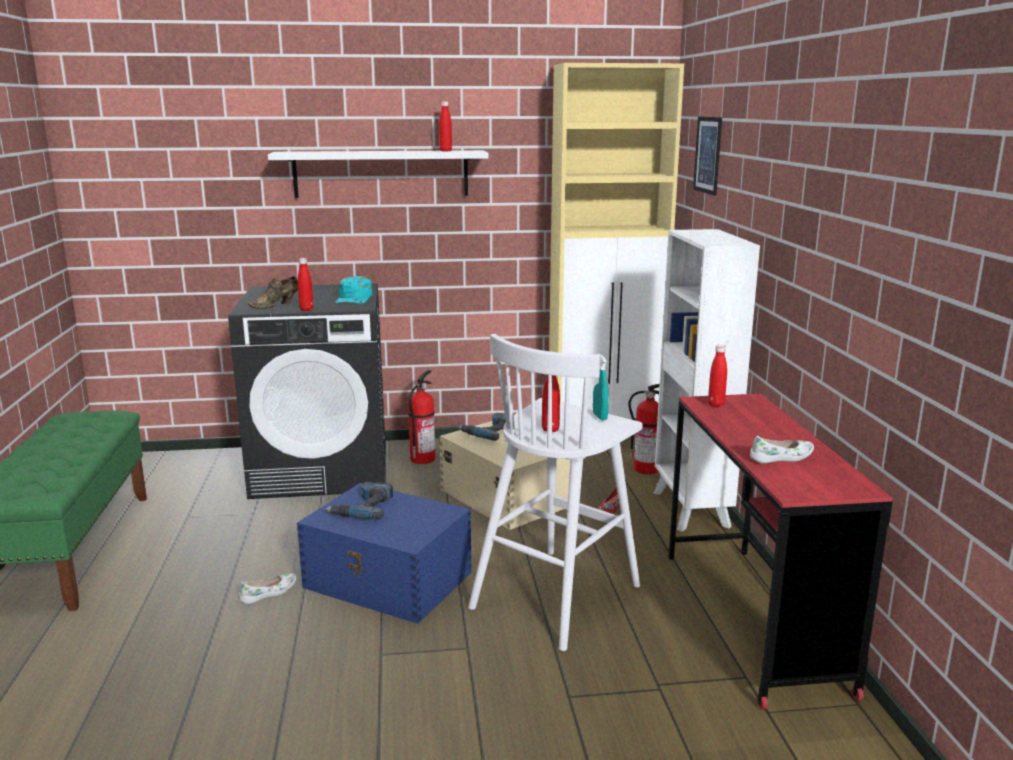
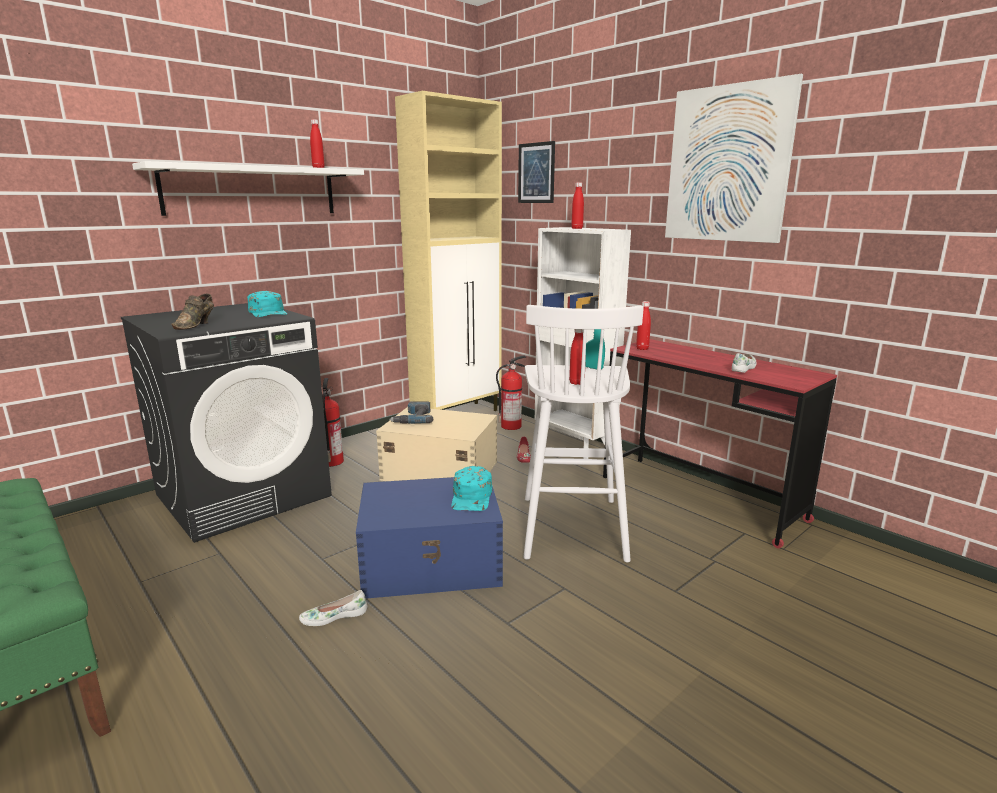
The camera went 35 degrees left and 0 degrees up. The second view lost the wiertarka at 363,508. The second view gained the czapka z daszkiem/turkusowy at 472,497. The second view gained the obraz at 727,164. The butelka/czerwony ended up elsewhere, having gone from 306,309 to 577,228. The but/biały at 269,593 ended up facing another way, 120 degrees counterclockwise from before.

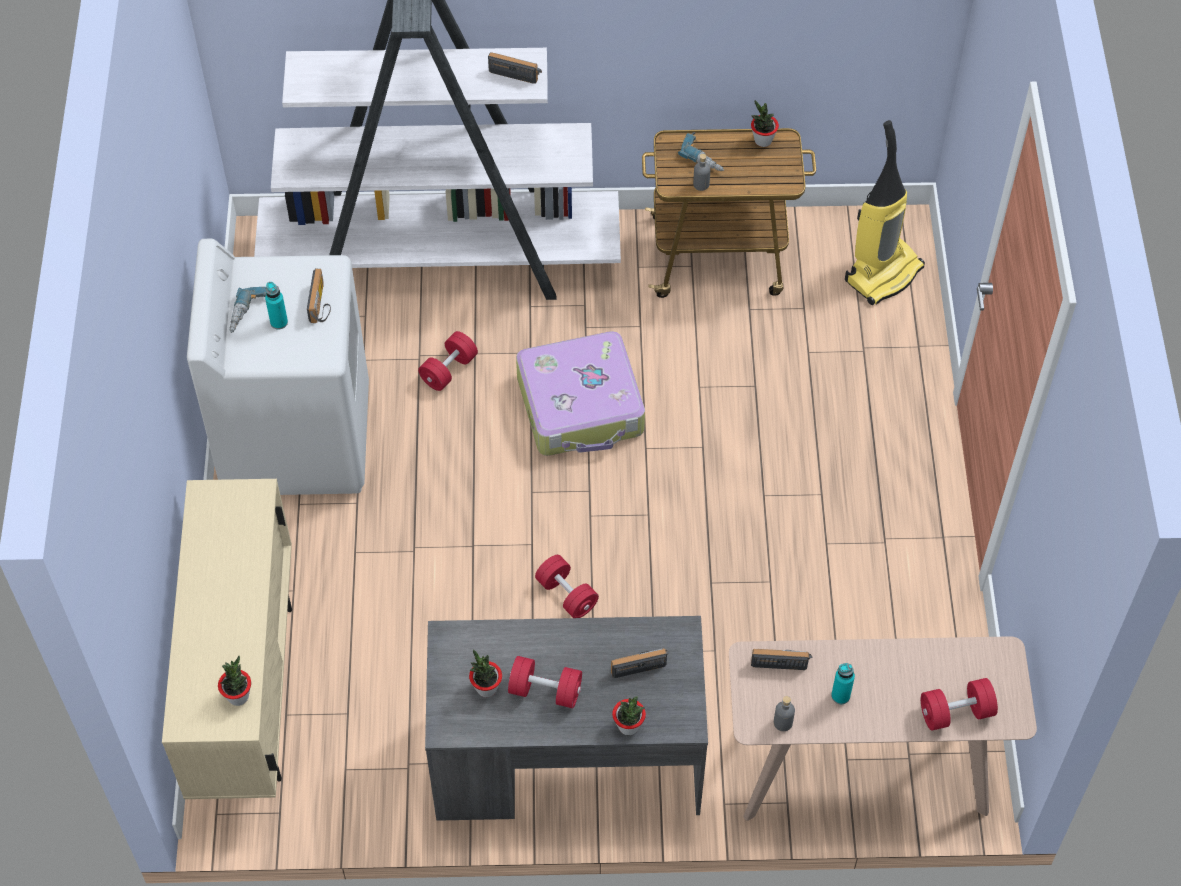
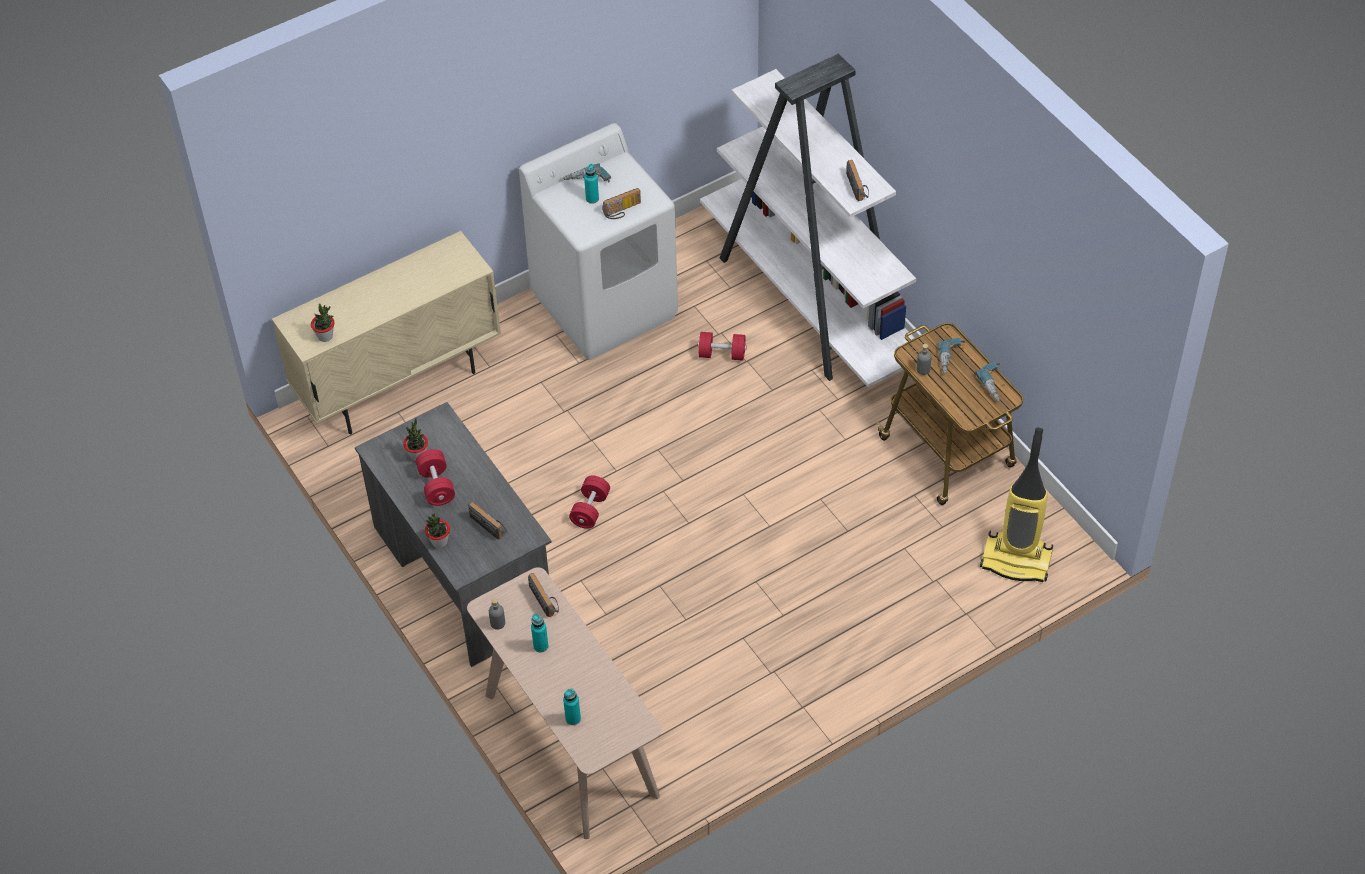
The camera went 60 degrees right and 5 degrees down. The second view lost the walizka at 581,406. Where the roślina doniczkowa stood at 763,140, the wiertarka came to stand at 995,385. Where the hantel/czerwony stood at 956,712, the butelka/turkusowy came to stand at 573,718.

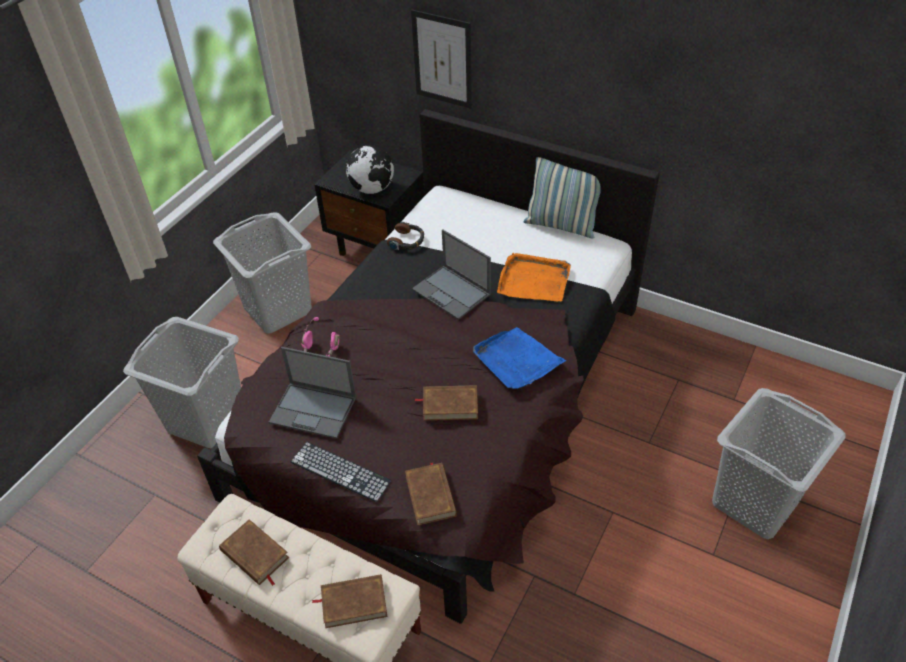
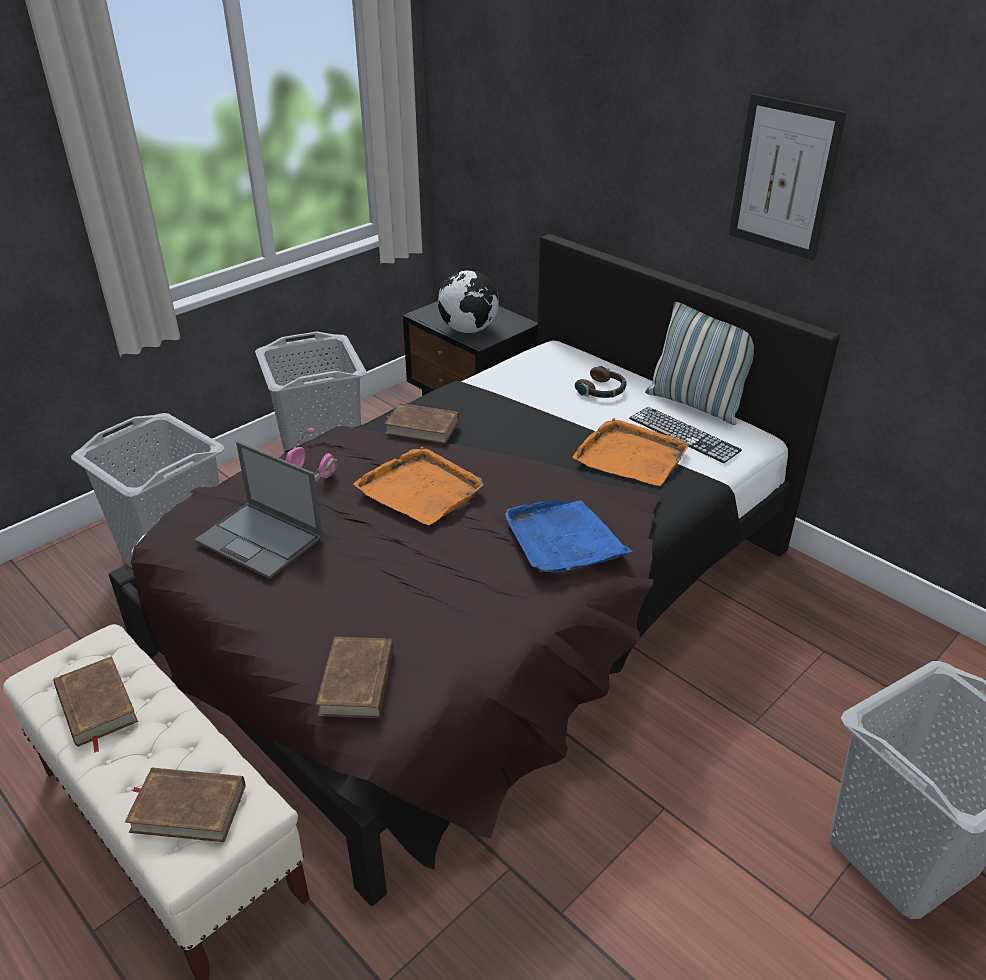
The camera went 15 degrees right and 10 degrees down. The second view lost the laptop at 452,292. The second view gained the taca/pomarańczowy at 421,489. The klawiatura ended up elsewhere, having gone from 340,471 to 684,434. The słuchawki ended up elsewhere, having gone from 407,241 to 602,390. The obraz ended up elsewhere, having gone from 442,59 to 784,177. The książka/brązowy ended up elsewhere, having gone from 450,405 to 422,427.

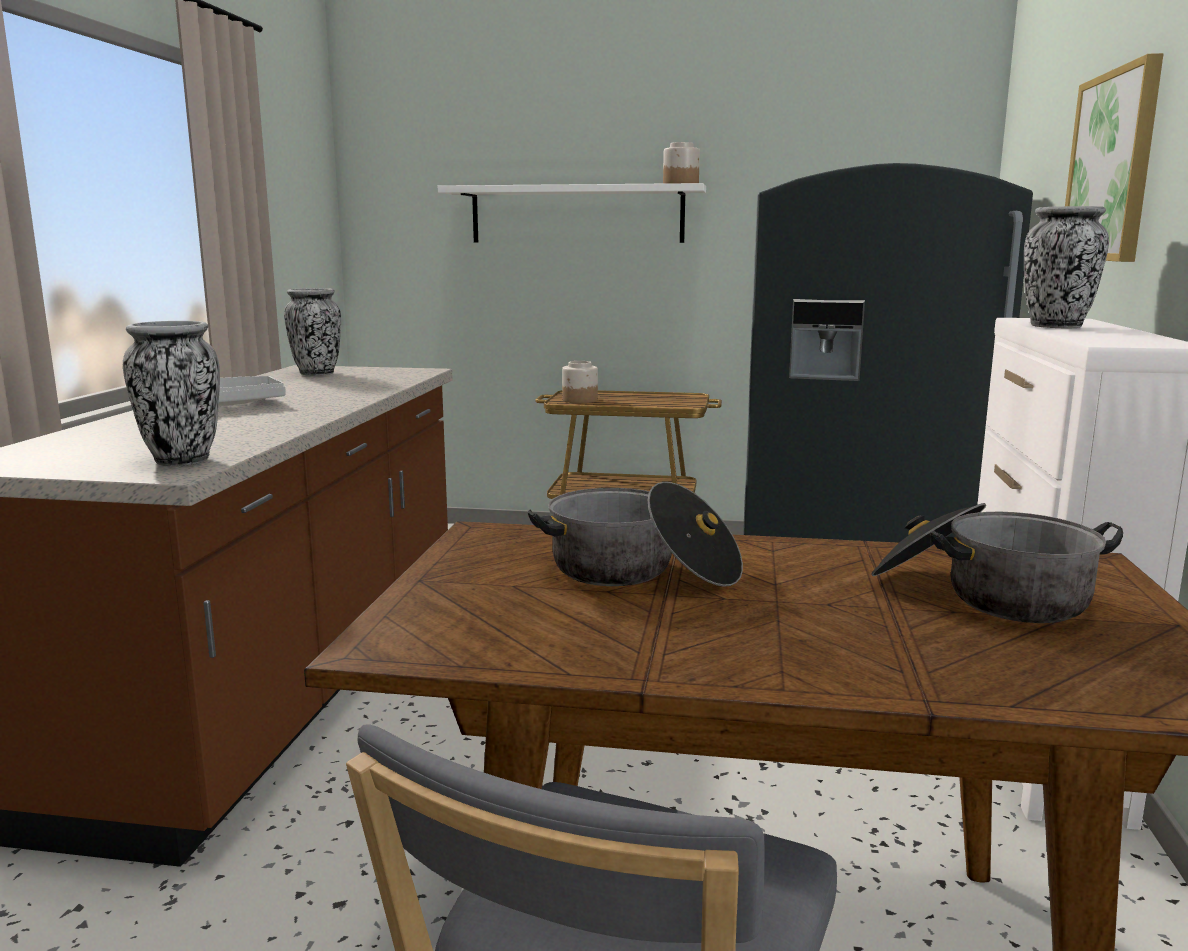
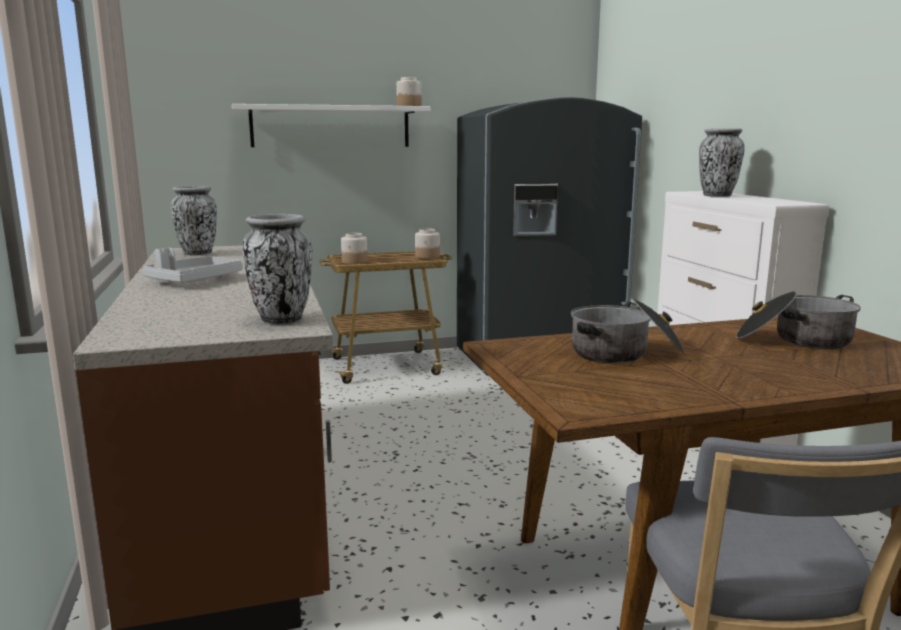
The camera went 25 degrees left and 0 degrees up. The second view lost the obraz at 1112,167. The second view gained the słoik at 427,256.

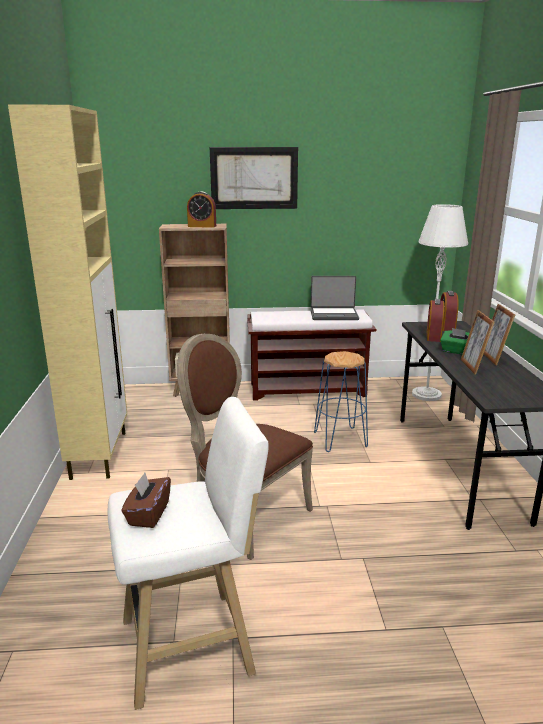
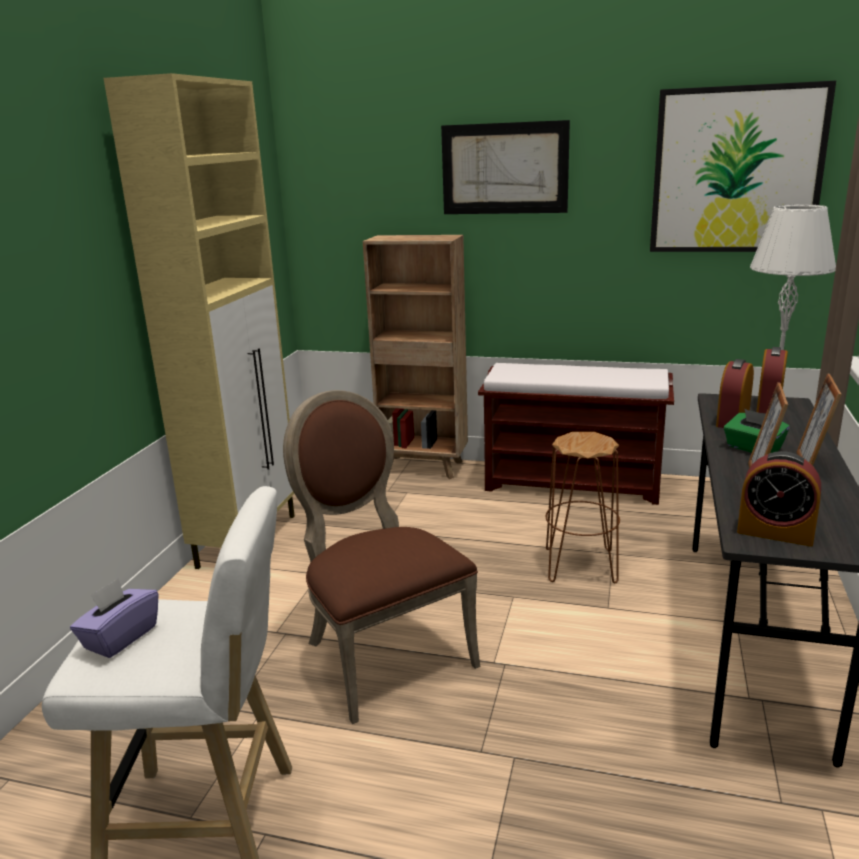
The camera went 20 degrees right and 0 degrees up. The second view lost the laptop at 334,315. The second view gained the obraz at 736,171. The budzik ended up elsewhere, having gone from 202,226 to 775,533. What was the pudełko chusteczek/brązowy at 148,514 turned into the pudełko chusteczek/fioletowy at 120,637. What was the stołek/niebieski at 340,439 turned into the stołek/brązowy at 580,565.

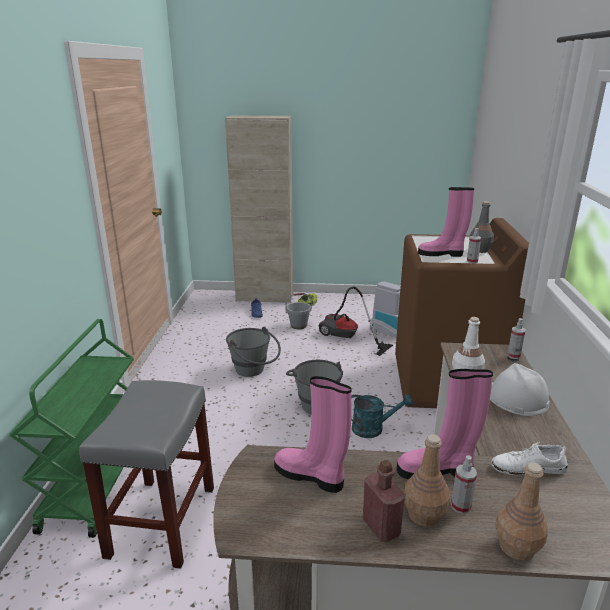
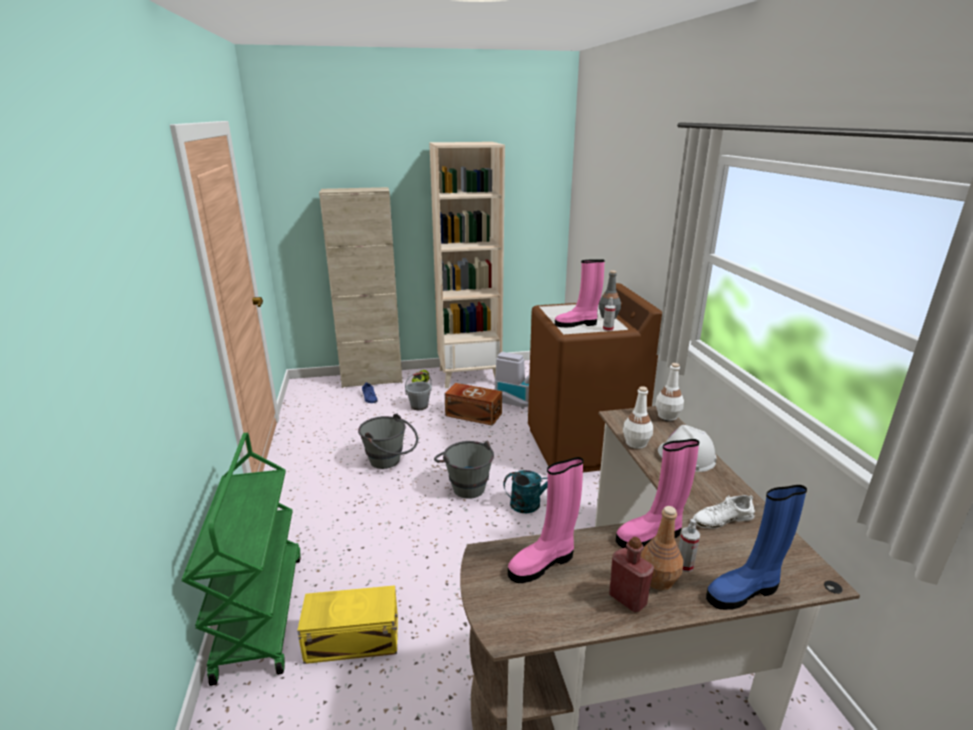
The camera went 15 degrees left and 0 degrees up. The second view gained the regał/beżowy at 469,376. Where the stołek/szary stood at 162,520, the pojemnik do przechowywania/żółty came to stand at 351,638. Where the odkurzacz stood at 346,339, the pojemnik do przechowywania/brązowy came to stand at 473,414. Where the butelka/brązowy stood at 517,547, the but z cholewką/niebieski came to stand at 744,592. Where the spryskiwacz stood at 513,355, the butelka/biały came to stand at 667,416. The but z cholewką/różowy at 311,476 ended up facing another way, 45 degrees counterclockwise from before.

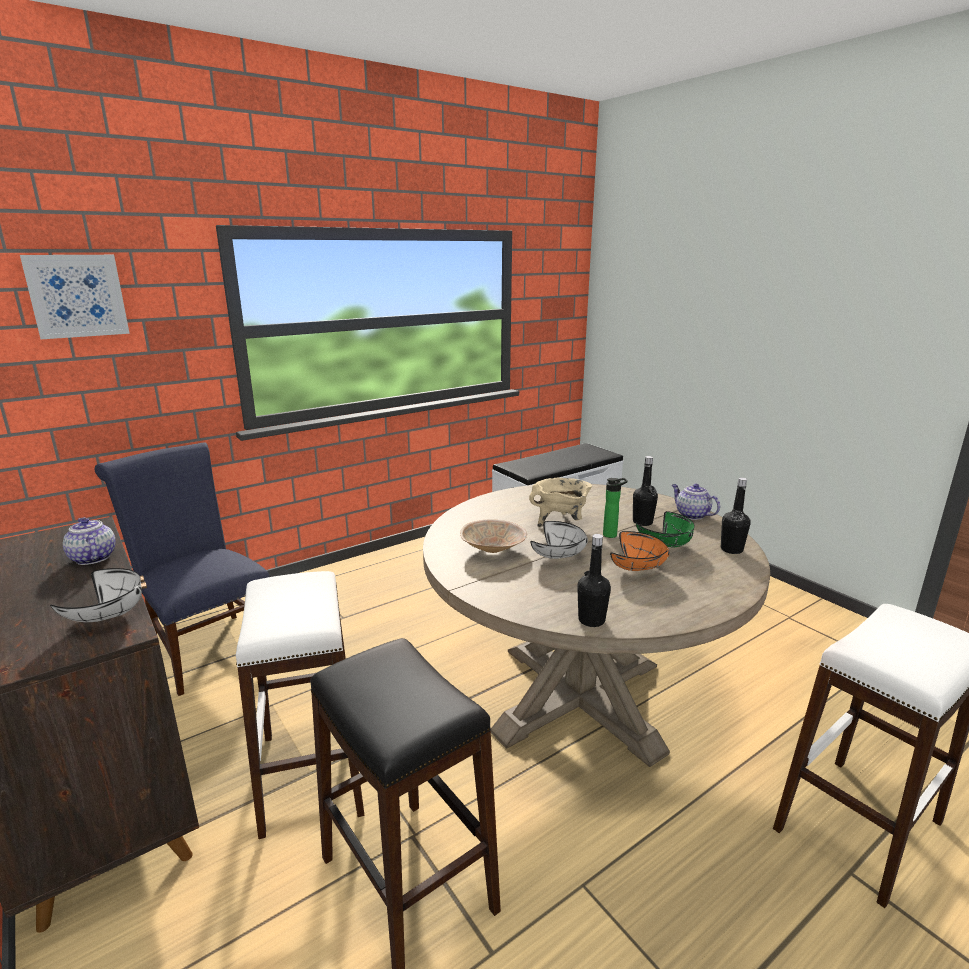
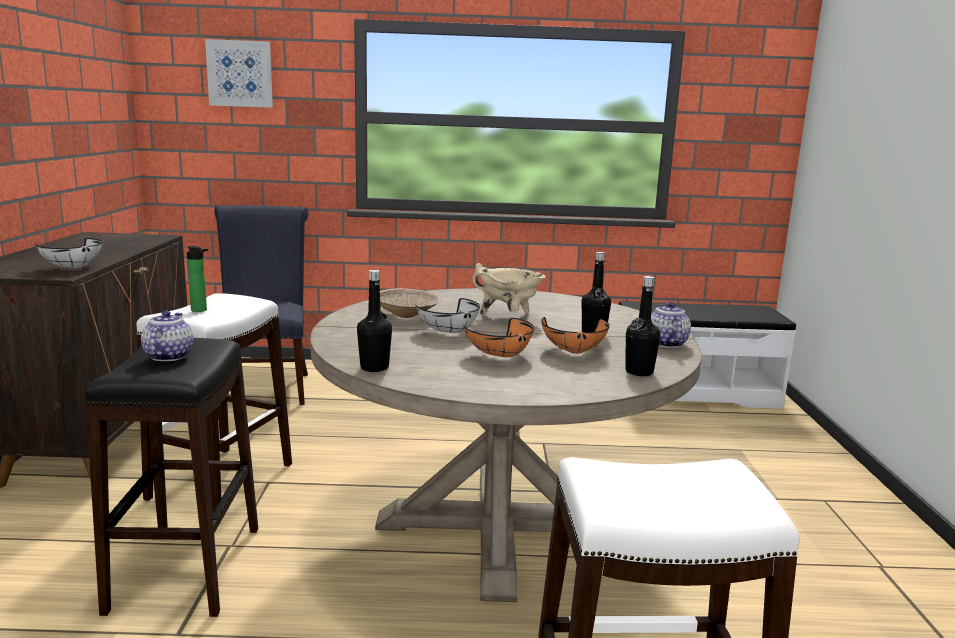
The camera went 35 degrees right and 5 degrees down. The imbryk ended up elsewhere, having gone from 92,558 to 168,356. The butelka ended up elsewhere, having gone from 612,535 to 201,310. What was the miska/zielony at 668,545 turned into the miska/pomarańczowy at 575,352.

